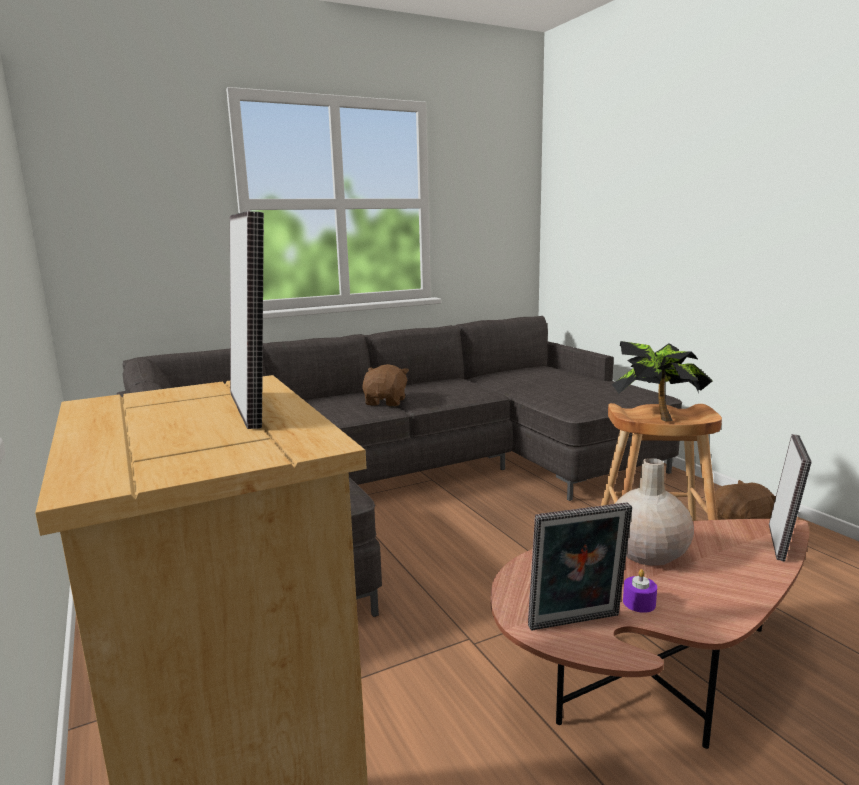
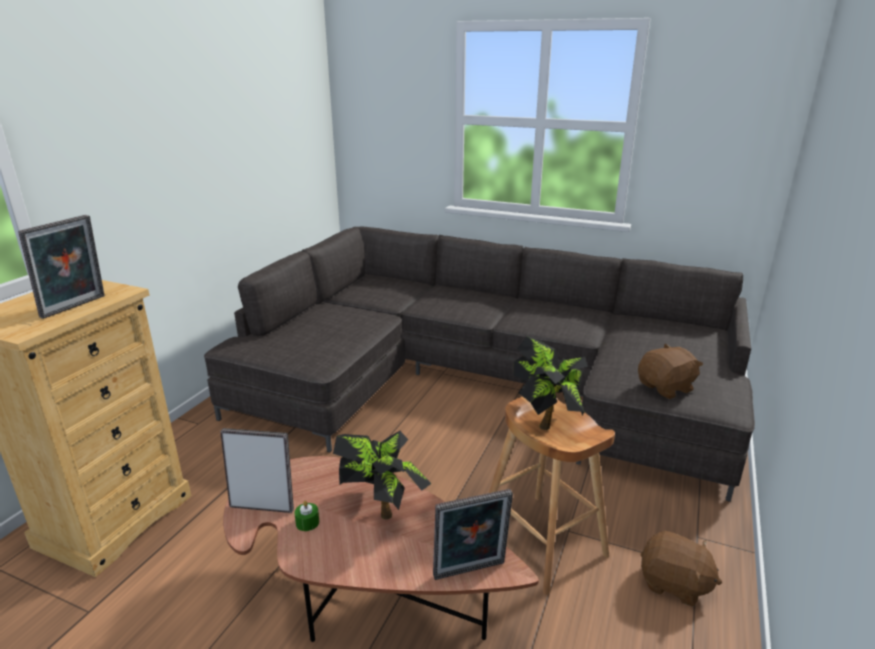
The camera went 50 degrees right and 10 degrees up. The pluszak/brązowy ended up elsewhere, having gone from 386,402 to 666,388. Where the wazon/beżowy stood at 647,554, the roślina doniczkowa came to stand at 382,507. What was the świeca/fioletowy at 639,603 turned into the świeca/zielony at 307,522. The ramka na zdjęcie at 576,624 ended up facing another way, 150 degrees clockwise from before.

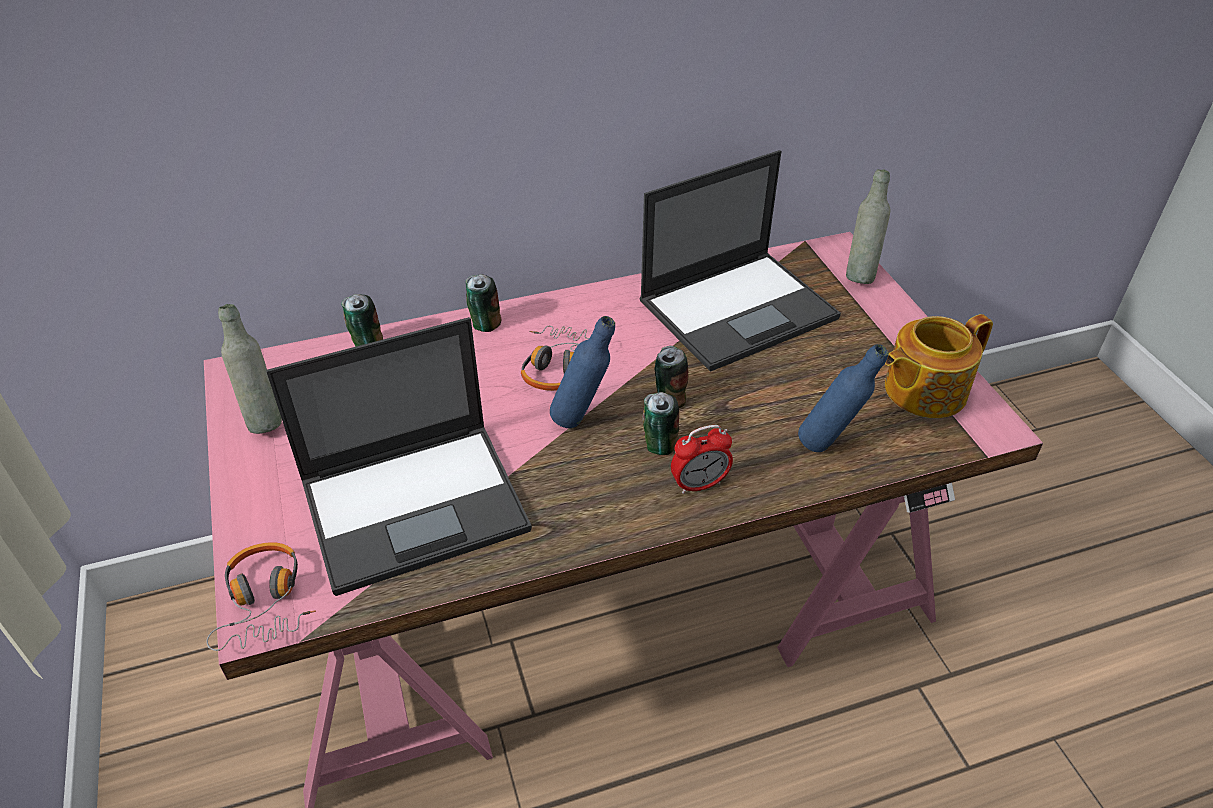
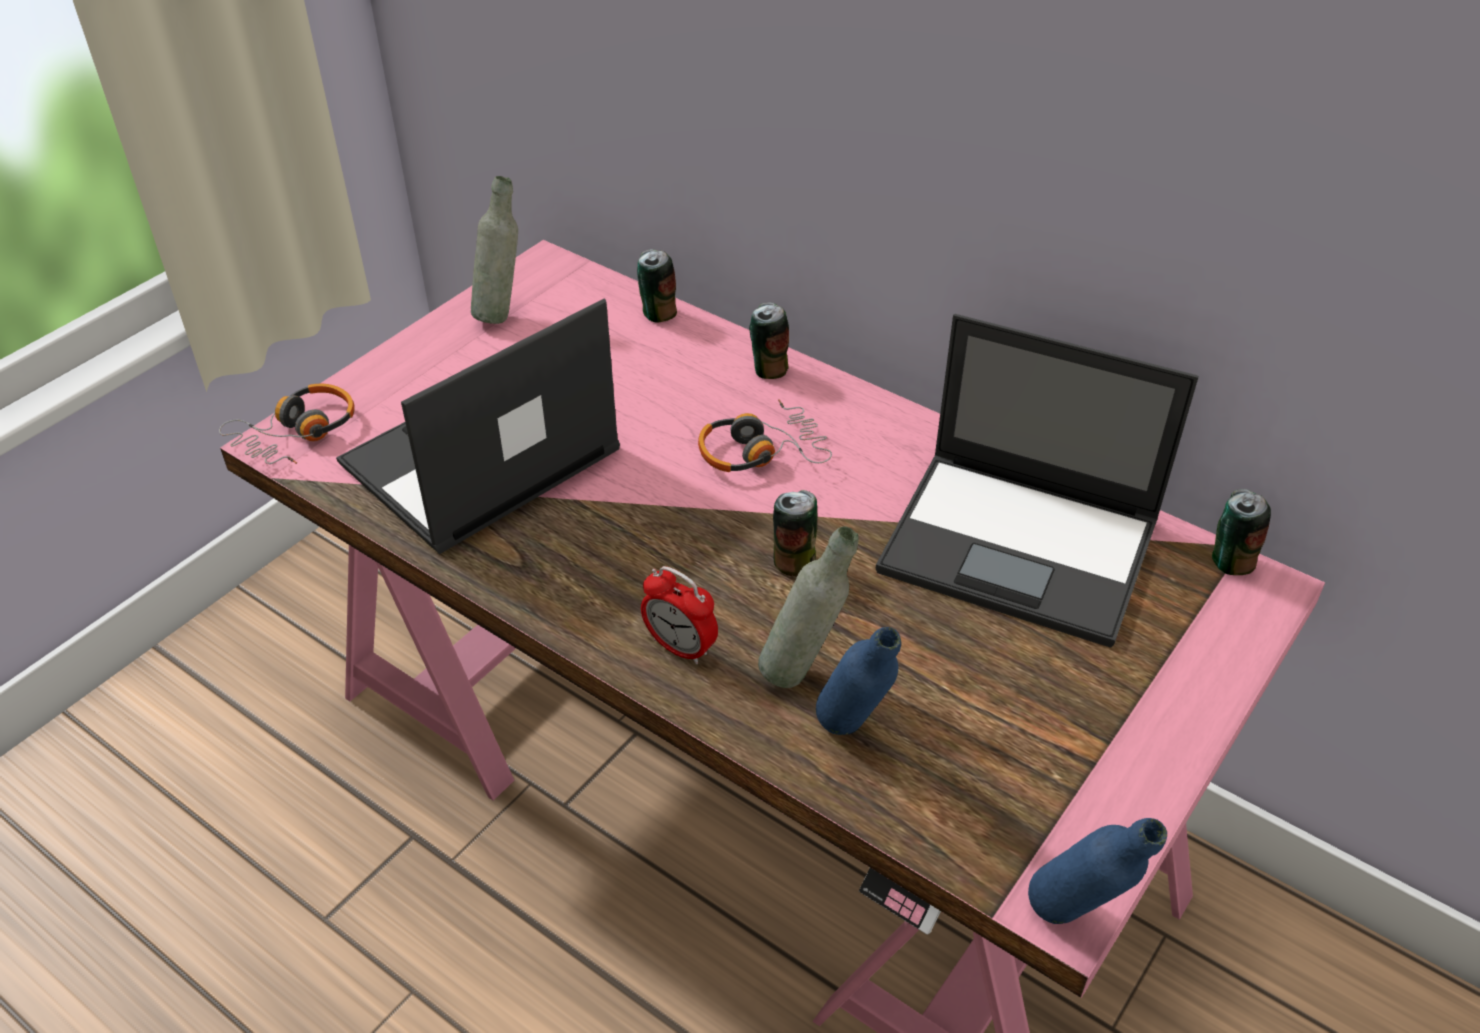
The camera went 55 degrees right and 0 degrees up. The second view lost the imbryk at 923,390. The butelka/niebieski ended up elsewhere, having gone from 582,420 to 1074,923. The puszka ended up elsewhere, having gone from 659,445 to 1229,561. The butelka/szary ended up elsewhere, having gone from 860,275 to 803,671. The laptop at 417,504 ended up facing another way, 105 degrees clockwise from before.

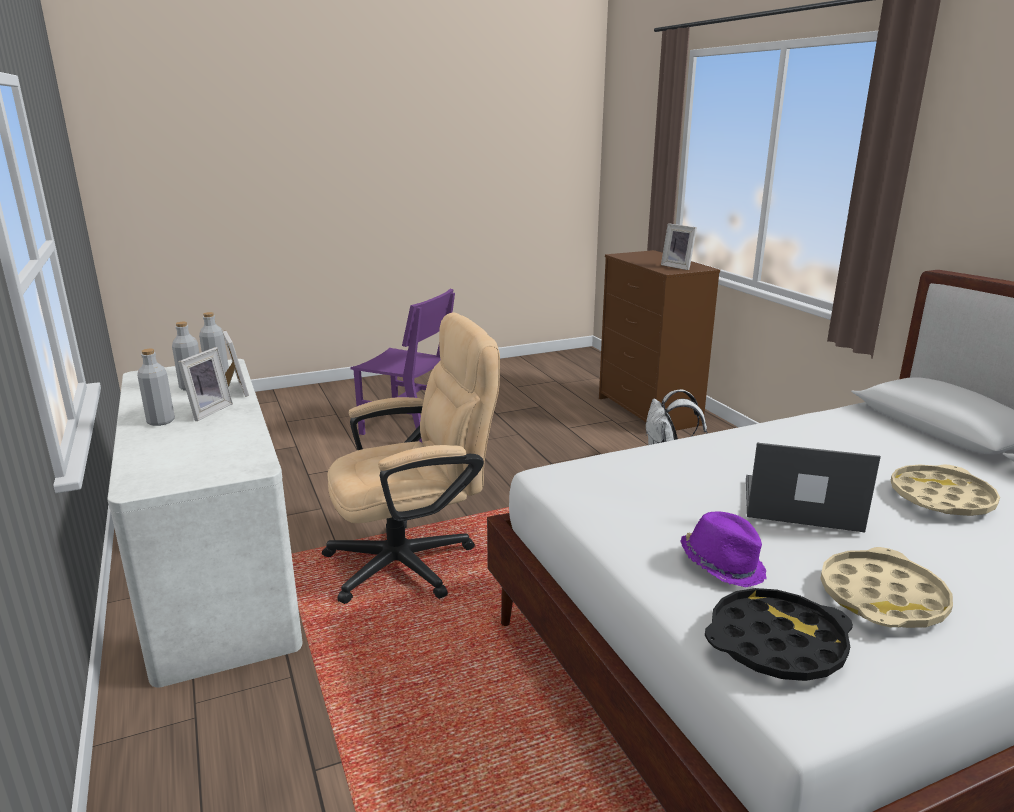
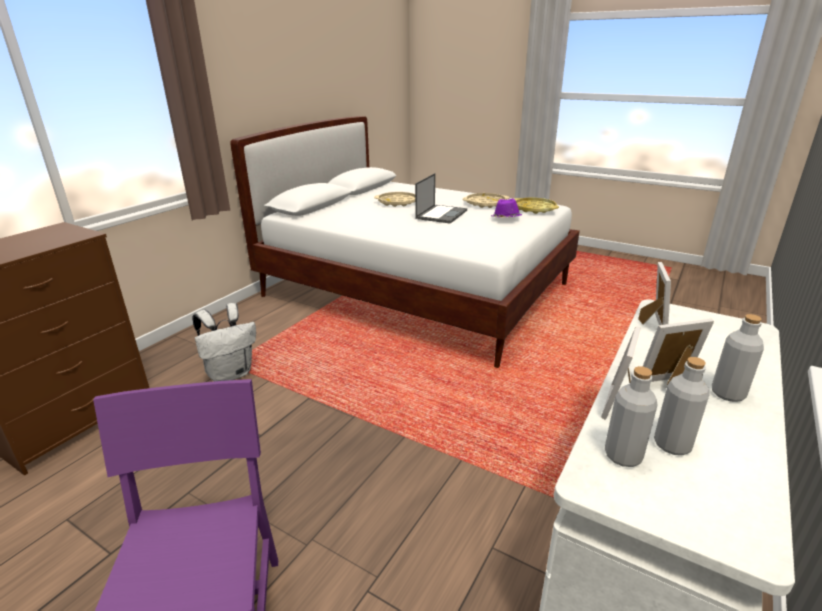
The camera went 125 degrees left and 5 degrees up. The second view lost the krzesło biurowe/beżowy at 414,561. The ramka na zdjęcie ended up elsewhere, having gone from 678,267 to 651,324. What was the taca/czarny at 776,643 turned into the taca/żółty at 534,209. The laptop at 799,504 ended up facing another way, 135 degrees counterclockwise from before.

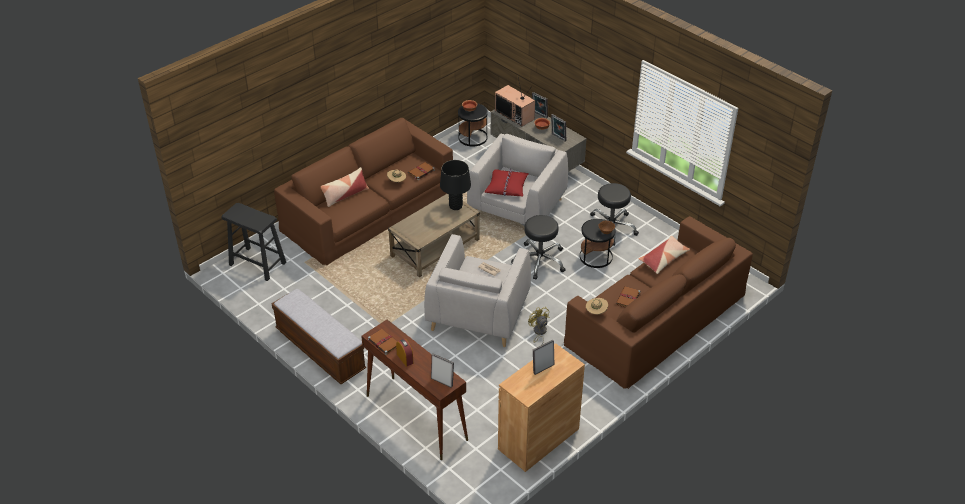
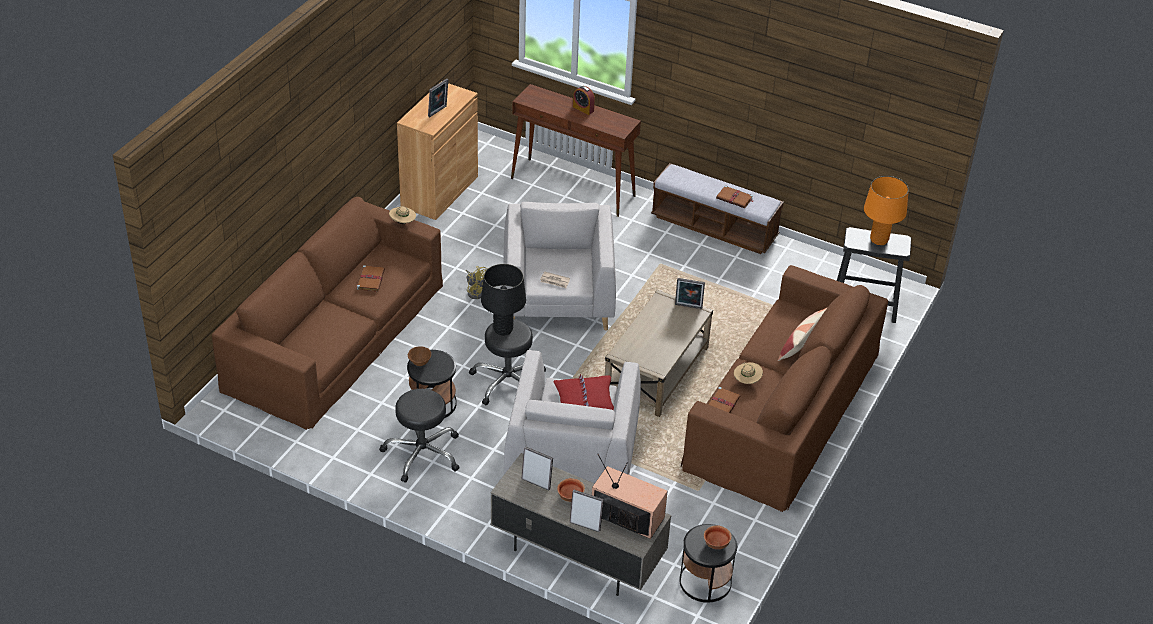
The camera went 160 degrees right and 0 degrees up. The second view lost the poduszka at 663,259. The second view gained the lampa stołowa/pomarańczowy at 879,240. The książka/brązowy ended up elsewhere, having gone from 383,342 to 735,198. The ramka na zdjęcie ended up elsewhere, having gone from 442,381 to 688,307. The lampa stołowa/czarny ended up elsewhere, having gone from 455,206 to 503,329.

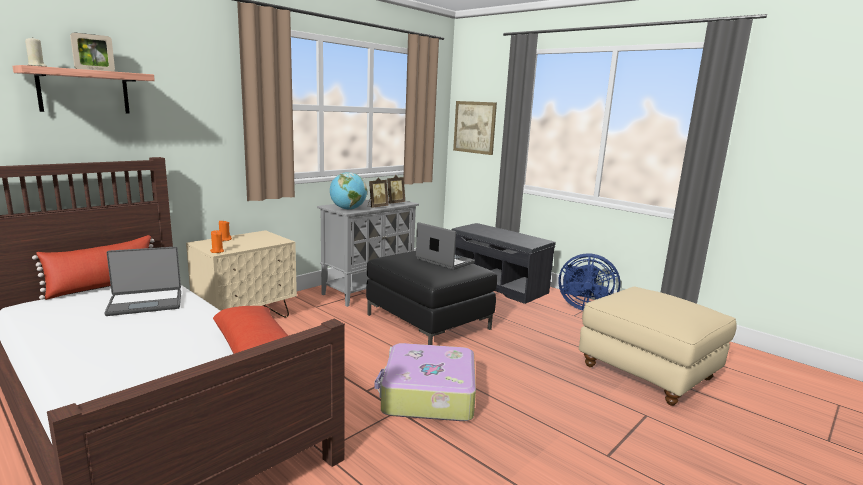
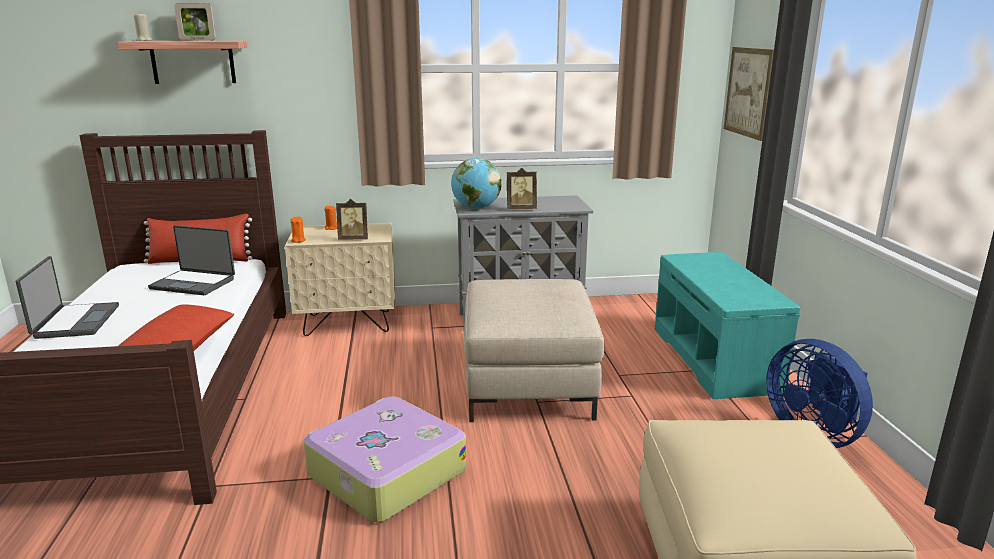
The camera went 40 degrees right and 5 degrees up. The ramka na zdjęcie ended up elsewhere, having gone from 394,203 to 354,239. The laptop ended up elsewhere, having gone from 444,261 to 75,322. What was the pufa/czarny at 427,322 turned into the pufa/beżowy at 527,383. What was the ławka/szary at 498,285 turned into the ławka/turkusowy at 716,359.

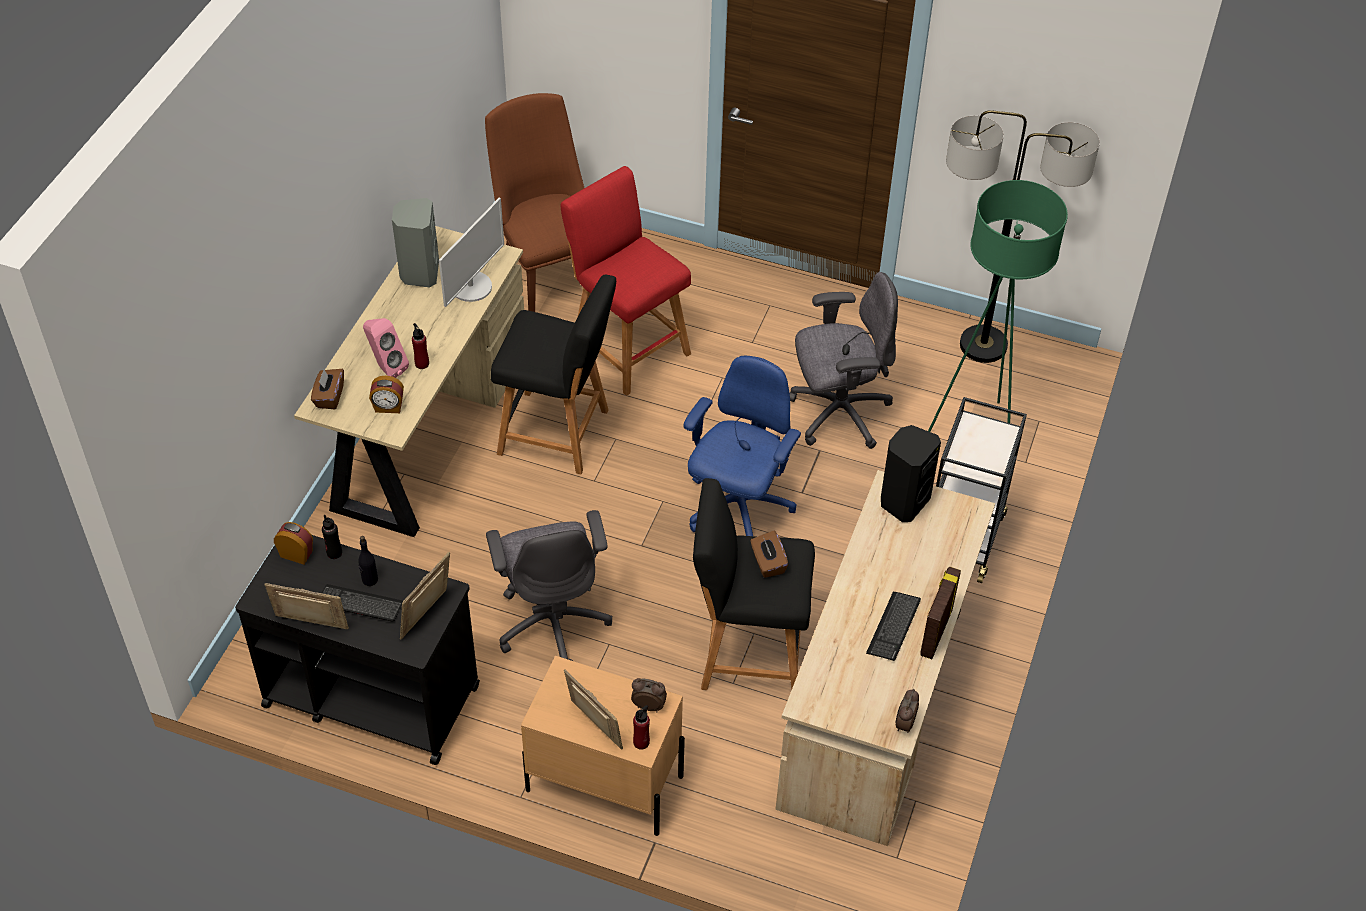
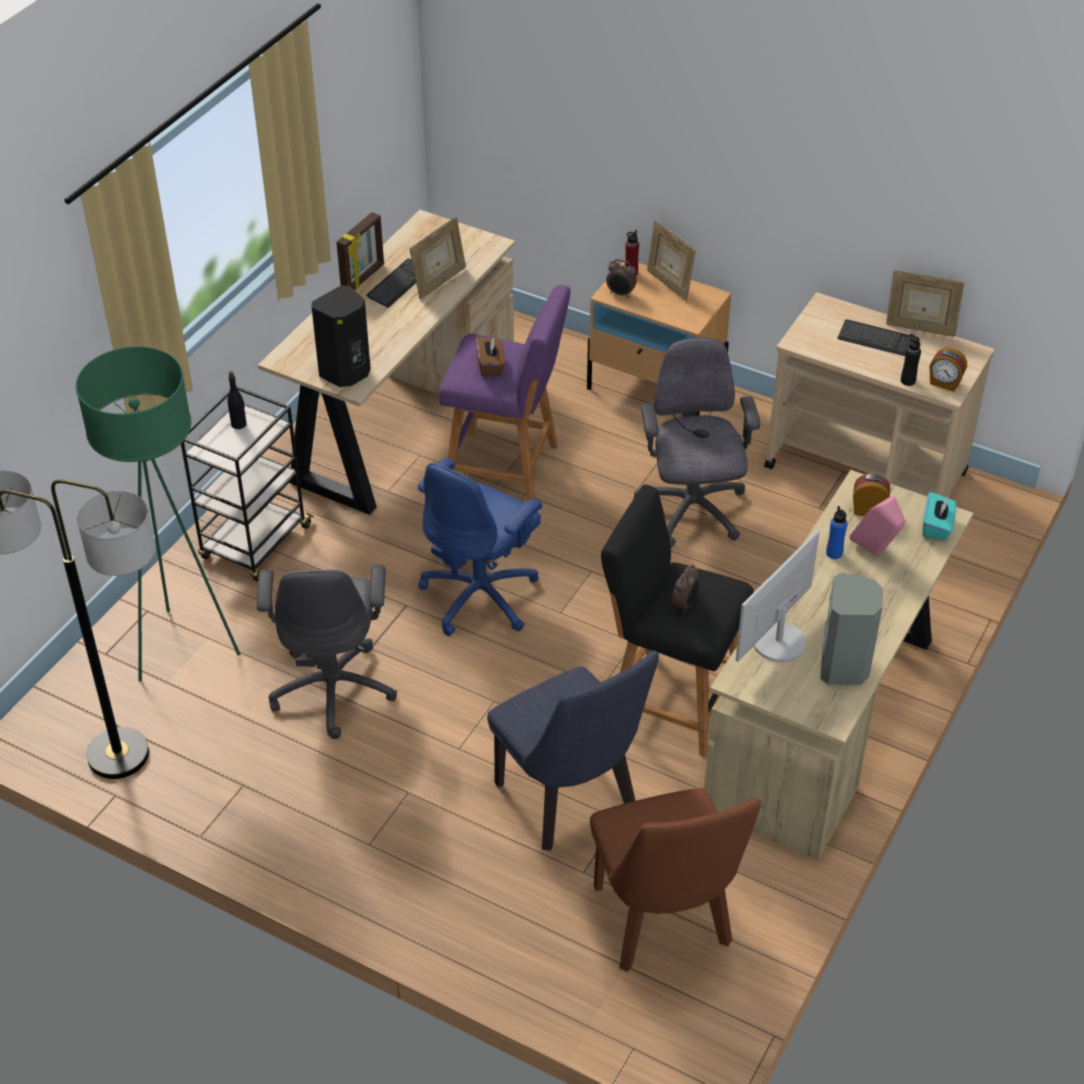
The camera went 170 degrees left and 5 degrees down. The butelka/czarny ended up elsewhere, having gone from 369,580 to 239,424. The ramka na zdjęcie ended up elsewhere, having gone from 427,615 to 439,282. The budzik ended up elsewhere, having gone from 904,724 to 685,604. Where the stołek/czerwony stood at 627,348, the krzesło/niebieski came to stand at 571,802. What was the wózek/czarny at 370,695 turned into the wózek/beżowy at 866,471. What was the pudełko chusteczek/brązowy at 329,397 turned into the pudełko chusteczek/turkusowy at 936,527. What was the butelka/czerwony at 422,364 turned into the butelka/niebieski at 834,553. What was the stołek/czarny at 746,652 turned into the stołek/fioletowy at 507,469. The krzesło biurowe/szary at 838,413 ended up facing another way, 90 degrees counterclockwise from before.

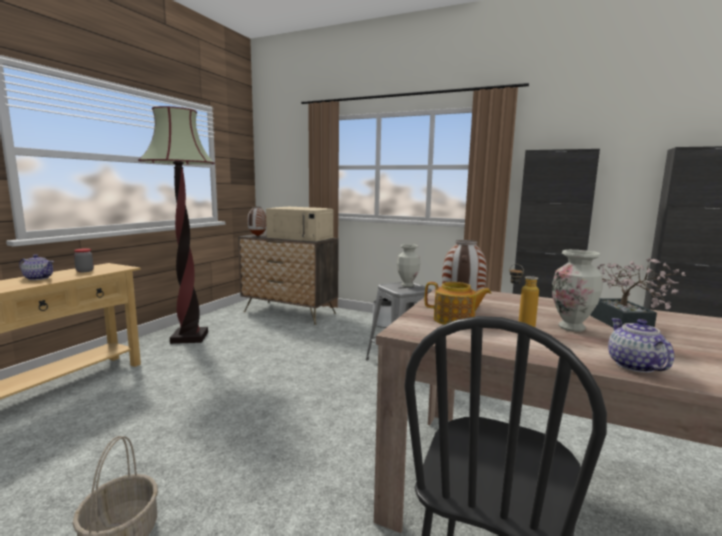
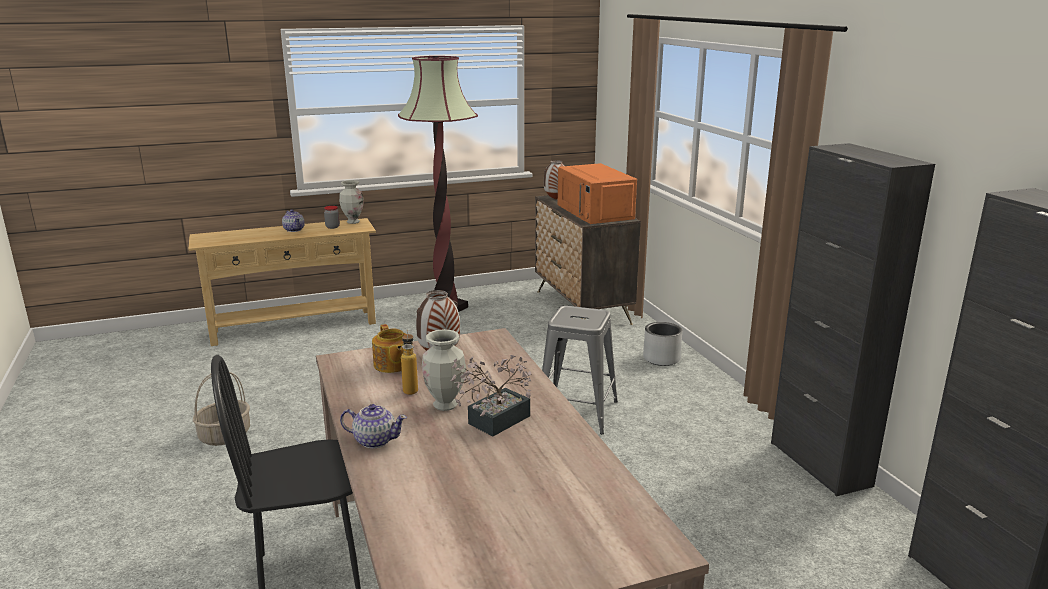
The camera went 45 degrees right and 10 degrees up. The wazon ended up elsewhere, having gone from 407,285 to 353,222. What was the mikrofalówka/beżowy at 301,237 turned into the mikrofalówka/pomarańczowy at 595,212. The imbryk at 634,366 ended up facing another way, 60 degrees clockwise from before.

